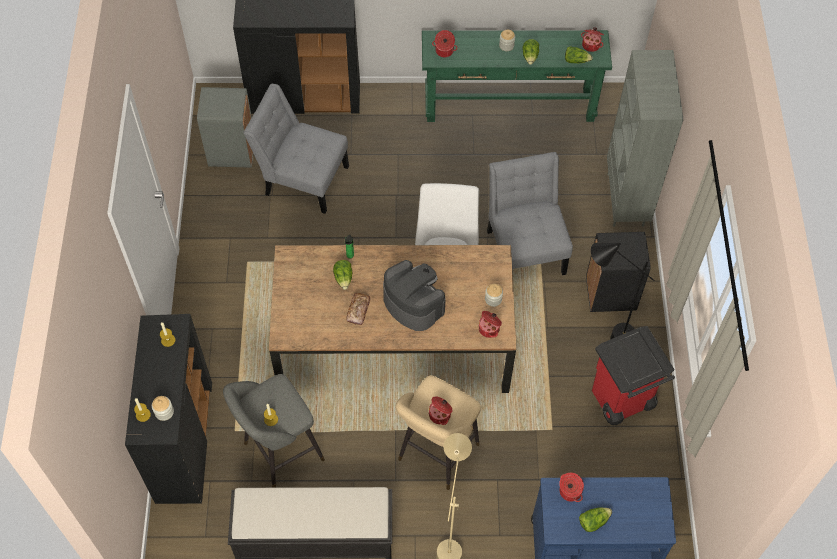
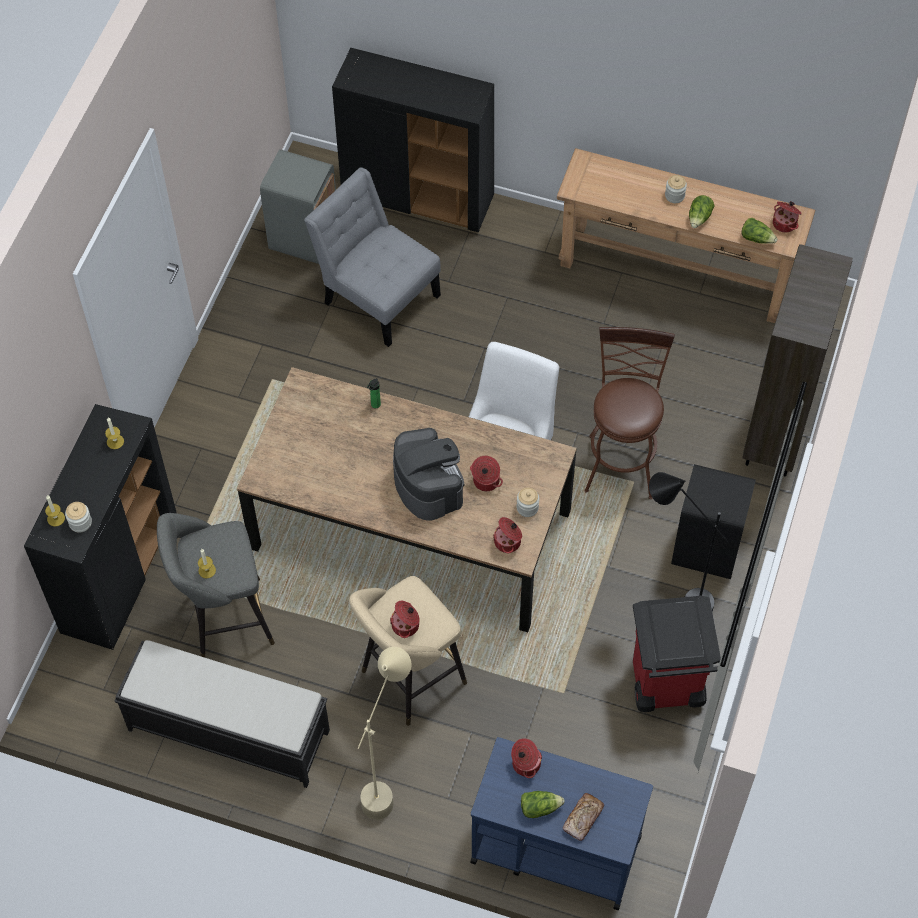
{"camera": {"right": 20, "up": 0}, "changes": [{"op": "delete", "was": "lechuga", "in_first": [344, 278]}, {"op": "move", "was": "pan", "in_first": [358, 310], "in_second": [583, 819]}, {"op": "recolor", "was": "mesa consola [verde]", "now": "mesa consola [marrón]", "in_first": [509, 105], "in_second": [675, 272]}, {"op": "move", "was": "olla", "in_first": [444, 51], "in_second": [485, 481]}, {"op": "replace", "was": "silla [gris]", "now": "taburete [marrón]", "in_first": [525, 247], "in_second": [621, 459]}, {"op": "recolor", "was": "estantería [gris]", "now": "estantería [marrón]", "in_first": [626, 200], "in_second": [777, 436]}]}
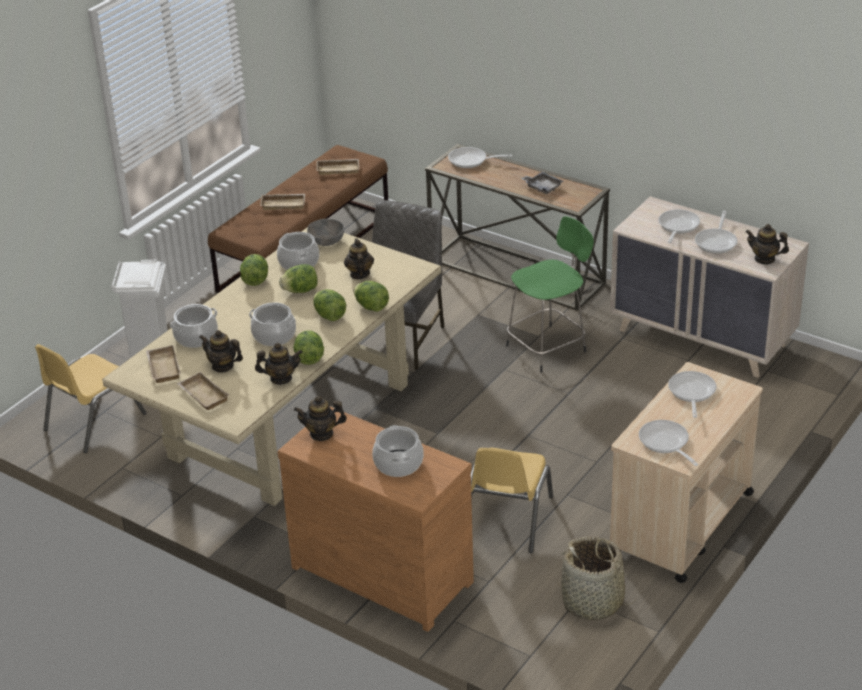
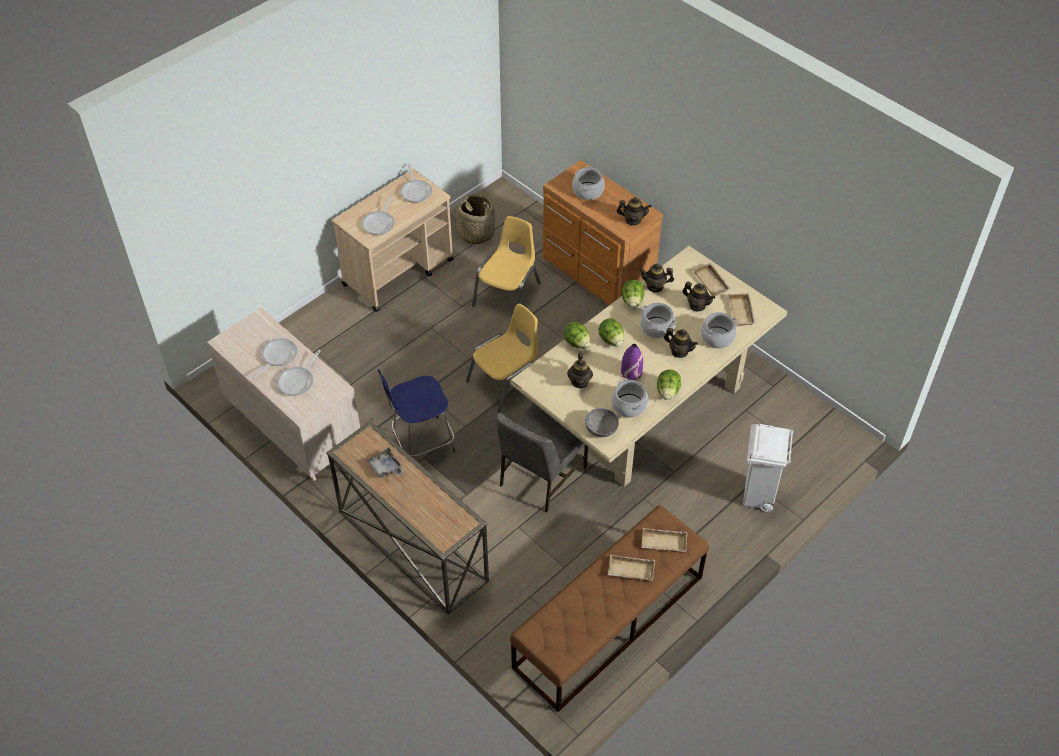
{"camera": {"right": -170, "up": 15}, "changes": [{"op": "move", "was": "silla [amarillo]", "in_first": [93, 422], "in_second": [506, 381]}, {"op": "replace", "was": "lechuga", "now": "florero [morado]", "in_first": [300, 290], "in_second": [631, 372]}, {"op": "move", "was": "bandeja [beis]", "in_first": [338, 169], "in_second": [663, 544]}, {"op": "delete", "was": "sartén", "in_first": [471, 161]}, {"op": "recolor", "was": "taburete [verde]", "now": "taburete [azul]", "in_first": [548, 347], "in_second": [421, 442]}, {"op": "move", "was": "tetera", "in_first": [764, 259], "in_second": [679, 351]}]}
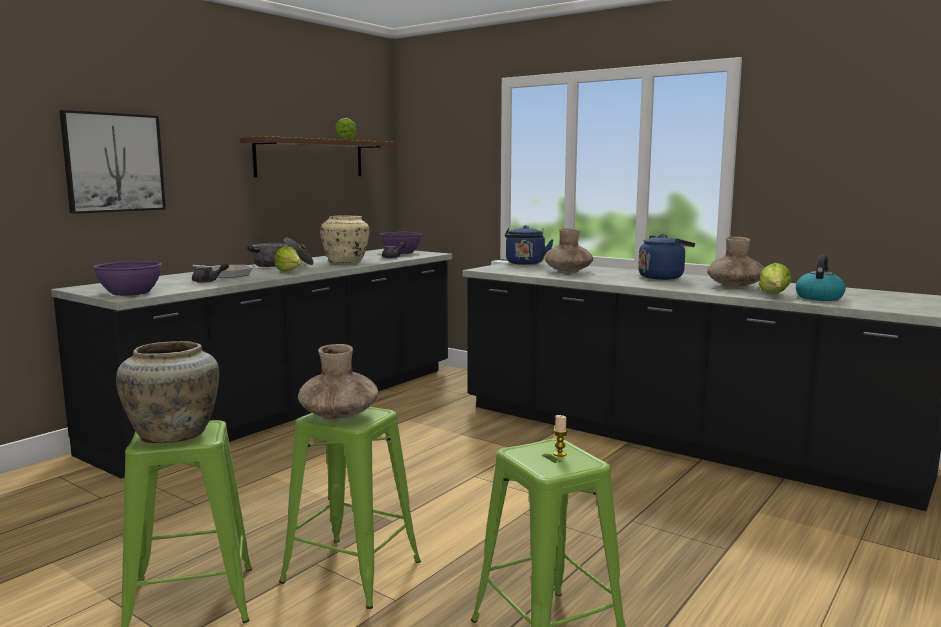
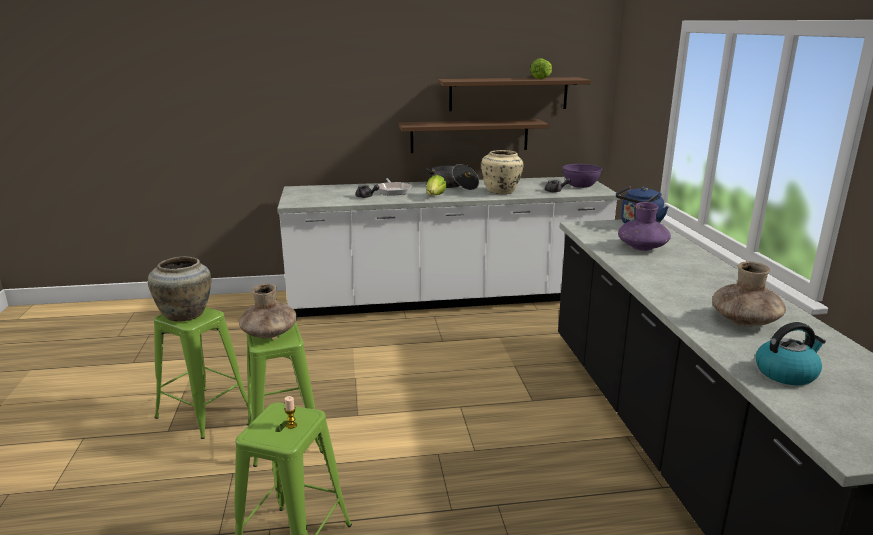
{"camera": {"right": 45, "up": 10}, "changes": [{"op": "recolor", "was": "mueble bajo de cocina [negro]", "now": "mueble bajo de cocina [blanco]", "in_first": [293, 407], "in_second": [447, 298]}, {"op": "delete", "was": "cuadro", "in_first": [114, 162]}, {"op": "delete", "was": "cuenco [morado]", "in_first": [130, 293]}, {"op": "recolor", "was": "florero [marrón]", "now": "florero [morado]", "in_first": [568, 271], "in_second": [642, 247]}, {"op": "delete", "was": "hervidor [azul]", "in_first": [663, 277]}, {"op": "delete", "was": "lechuga", "in_first": [774, 295]}, {"op": "insert", "now": "estante [marrón]", "in_second": [469, 136]}]}
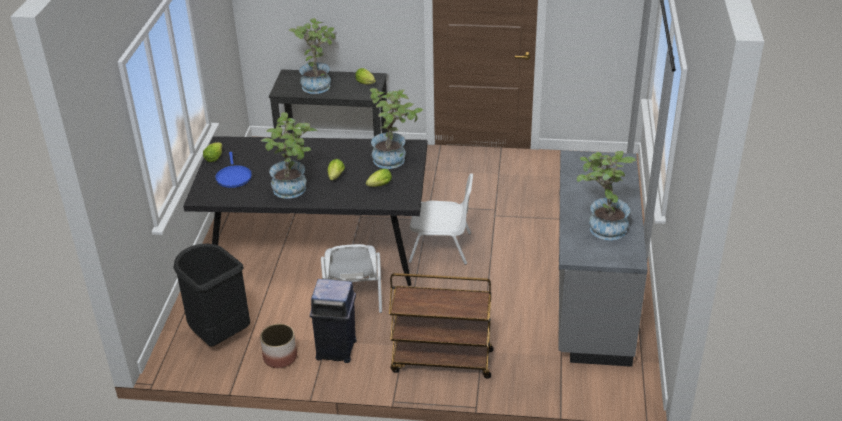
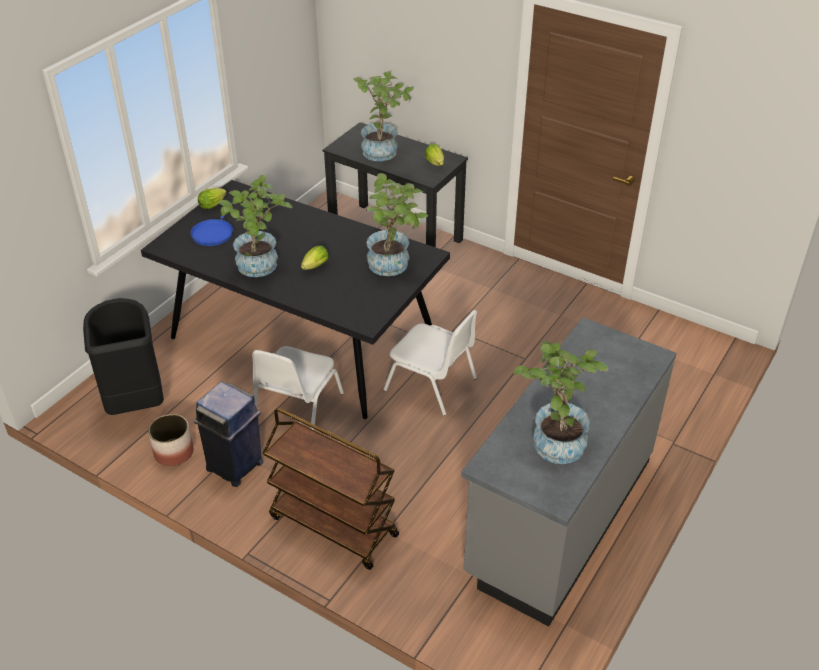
{"camera": {"right": 25, "up": 5}, "changes": [{"op": "delete", "was": "lechuga", "in_first": [378, 186]}]}
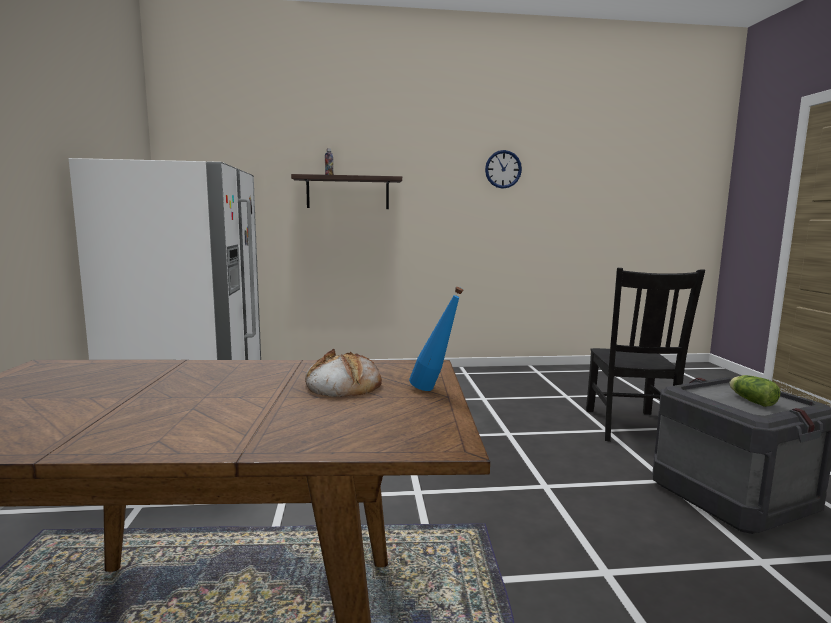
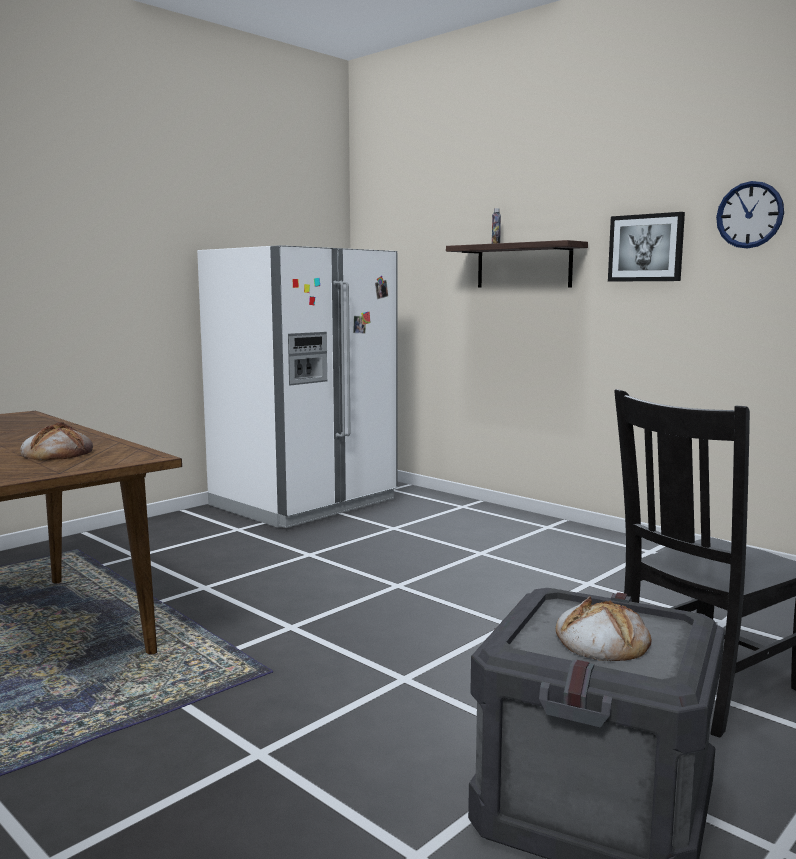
{"camera": {"right": 50, "up": 0}, "changes": [{"op": "delete", "was": "botella [azul]", "in_first": [434, 390]}, {"op": "replace", "was": "lechuga", "now": "pan", "in_first": [750, 400], "in_second": [601, 640]}, {"op": "insert", "now": "cuadro", "in_second": [646, 248]}]}
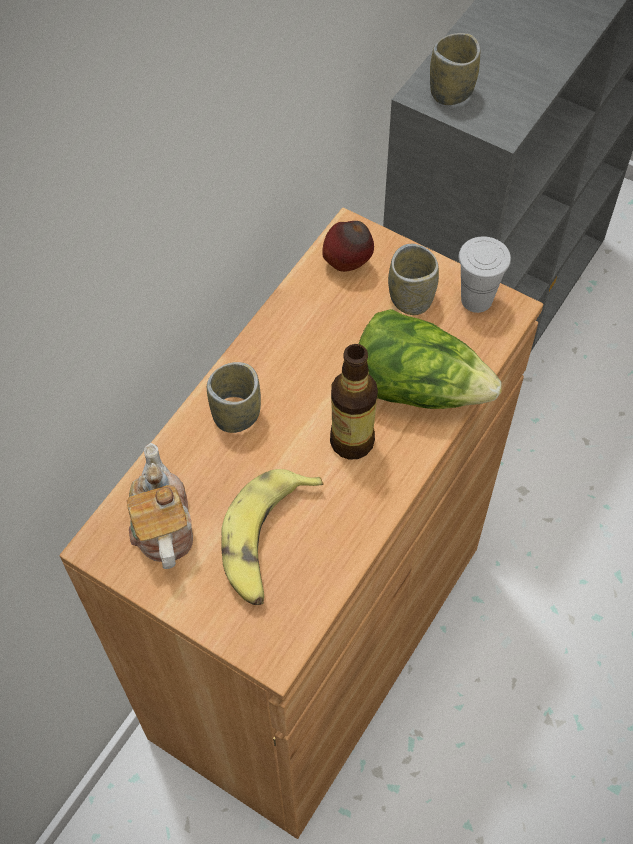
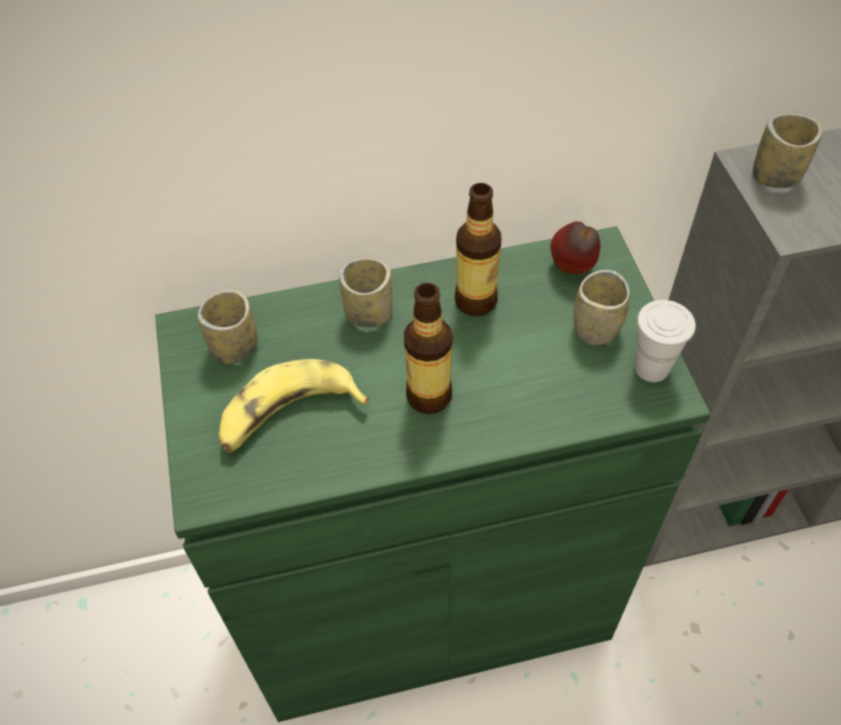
{"camera": {"right": 45, "up": -5}, "changes": [{"op": "recolor", "was": "armario [marrón]", "now": "armario [verde]", "in_first": [319, 640], "in_second": [428, 599]}, {"op": "replace", "was": "tetera", "now": "taza", "in_first": [161, 525], "in_second": [234, 347]}, {"op": "delete", "was": "lechuga", "in_first": [418, 386]}, {"op": "insert", "now": "botella", "in_second": [476, 301]}]}
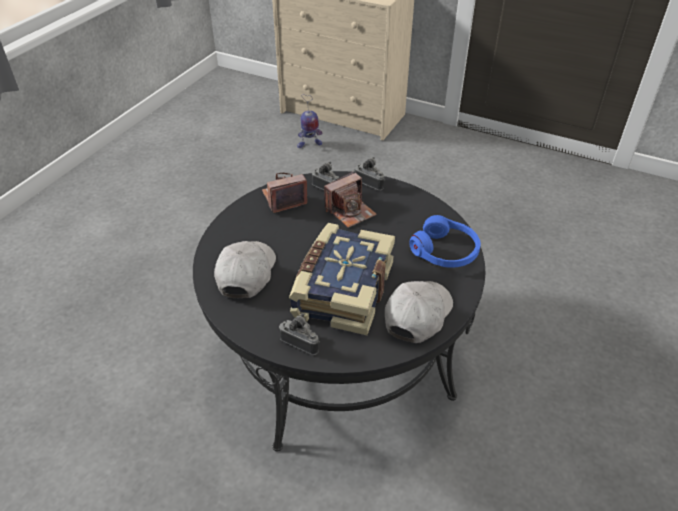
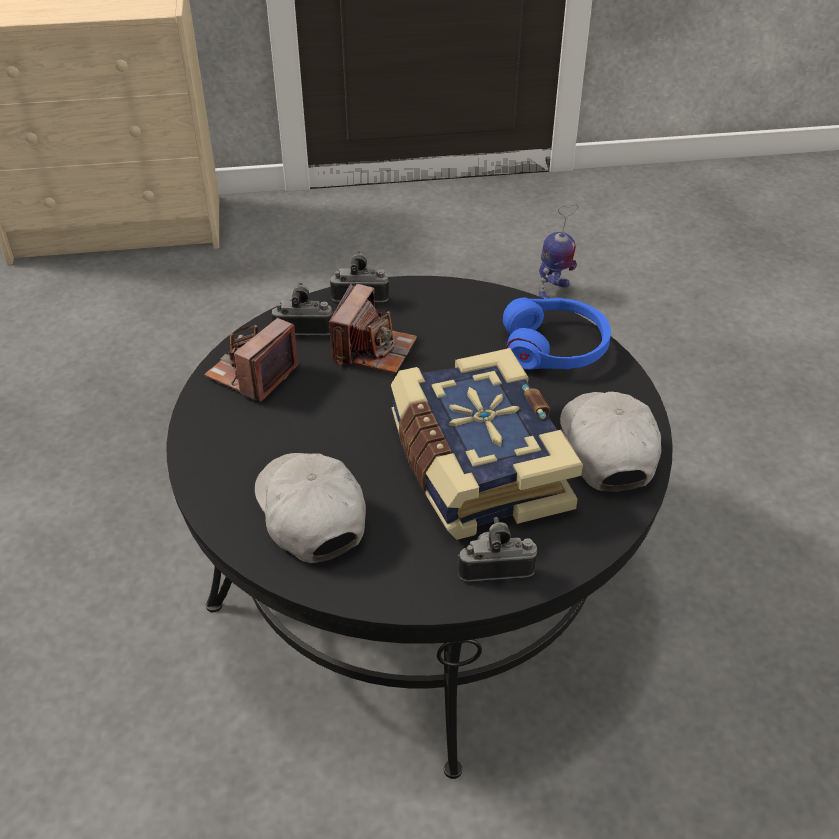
{"camera": {"right": -35, "up": 0}, "changes": [{"op": "move", "was": "robot de juguete", "in_first": [309, 144], "in_second": [552, 292]}]}
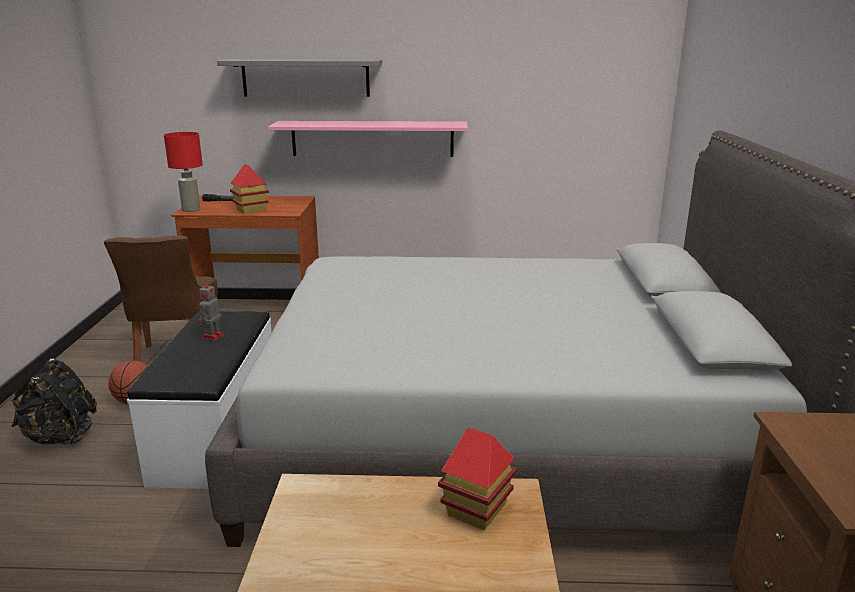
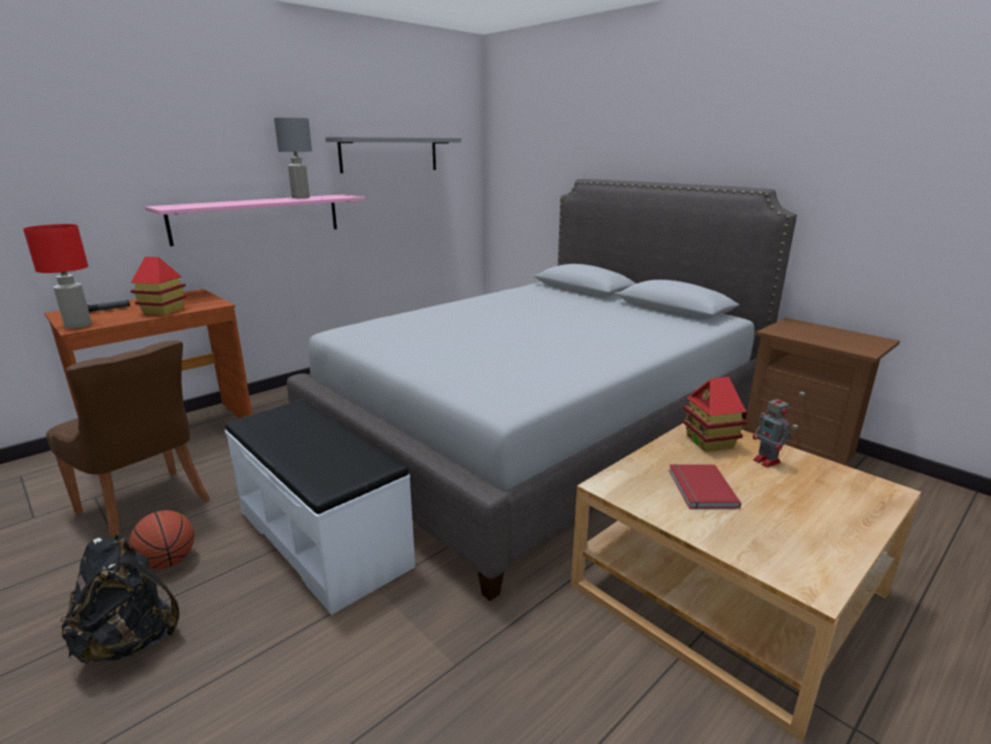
{"camera": {"right": -45, "up": 0}, "changes": [{"op": "move", "was": "robot de juguete", "in_first": [212, 337], "in_second": [768, 462]}, {"op": "move", "was": "estante [gris]", "in_first": [305, 78], "in_second": [389, 154]}, {"op": "insert", "now": "lámpara de mesa [gris]", "in_second": [301, 197]}, {"op": "insert", "now": "libro [rojo]", "in_second": [700, 489]}]}
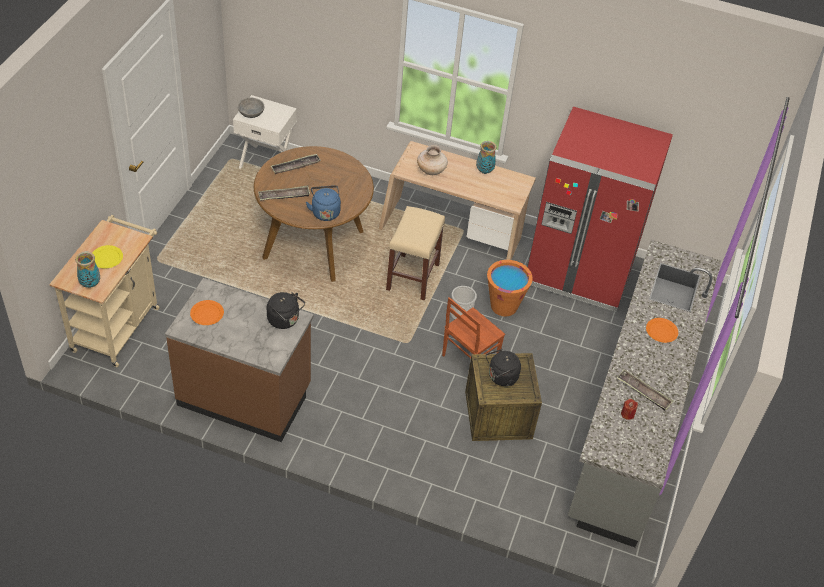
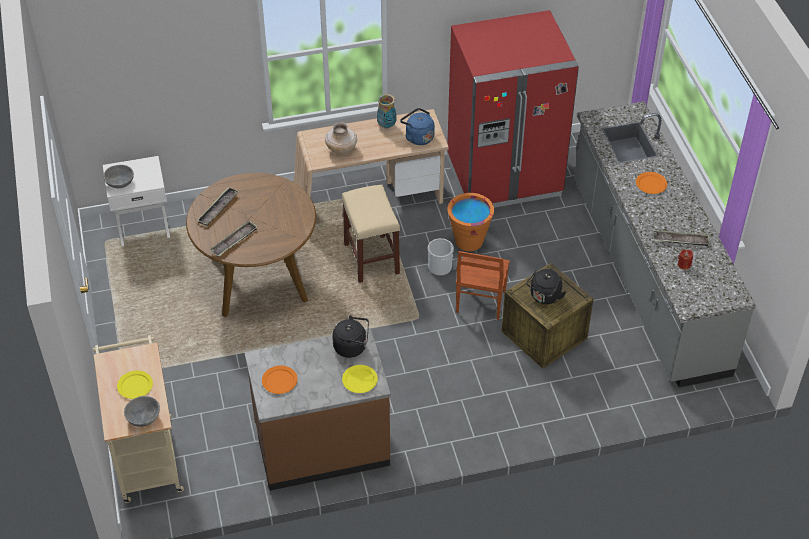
{"camera": {"right": -30, "up": 0}, "changes": [{"op": "replace", "was": "florero", "now": "cuenco [gris]", "in_first": [90, 284], "in_second": [143, 418]}, {"op": "move", "was": "hervidor [azul]", "in_first": [325, 212], "in_second": [418, 137]}, {"op": "insert", "now": "plato [amarillo]", "in_second": [359, 380]}]}
